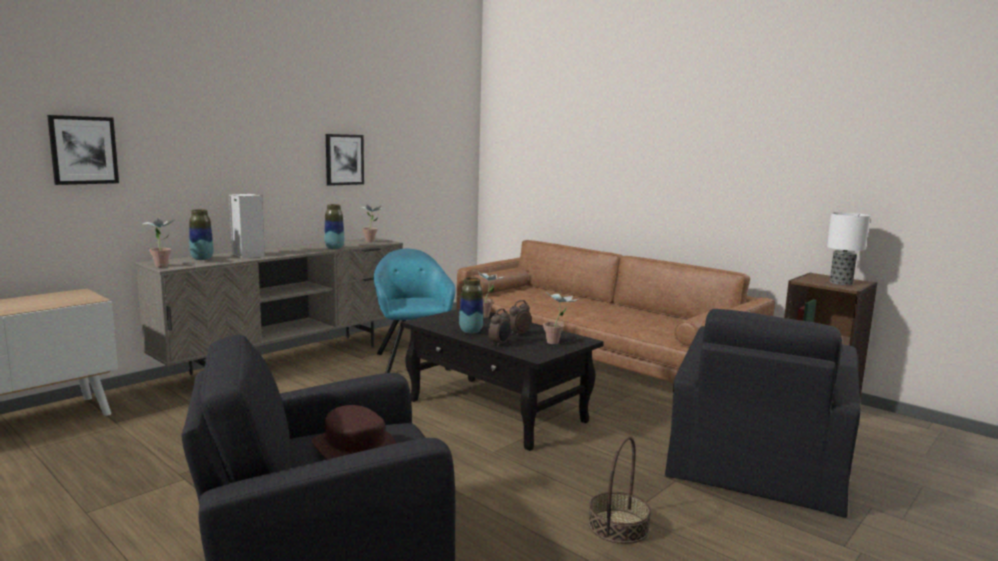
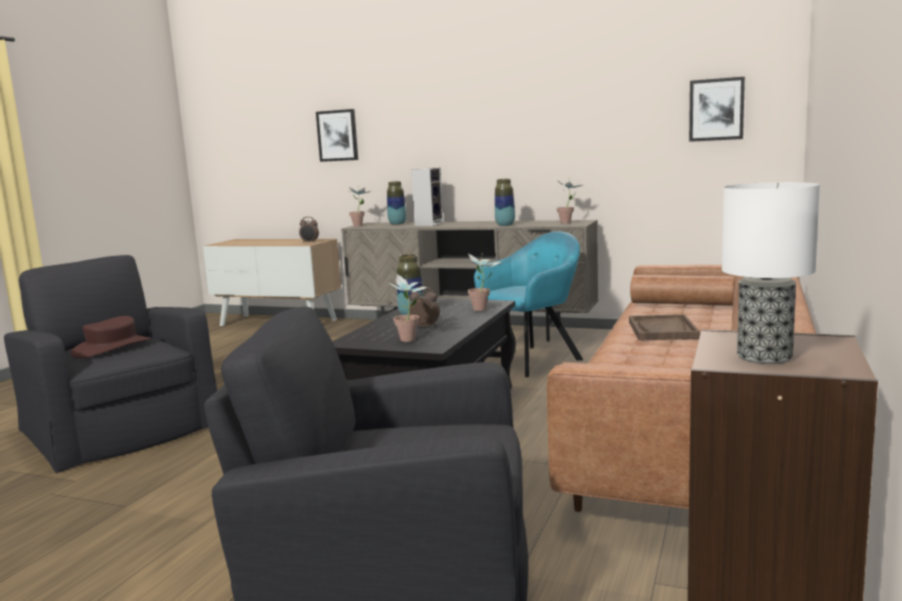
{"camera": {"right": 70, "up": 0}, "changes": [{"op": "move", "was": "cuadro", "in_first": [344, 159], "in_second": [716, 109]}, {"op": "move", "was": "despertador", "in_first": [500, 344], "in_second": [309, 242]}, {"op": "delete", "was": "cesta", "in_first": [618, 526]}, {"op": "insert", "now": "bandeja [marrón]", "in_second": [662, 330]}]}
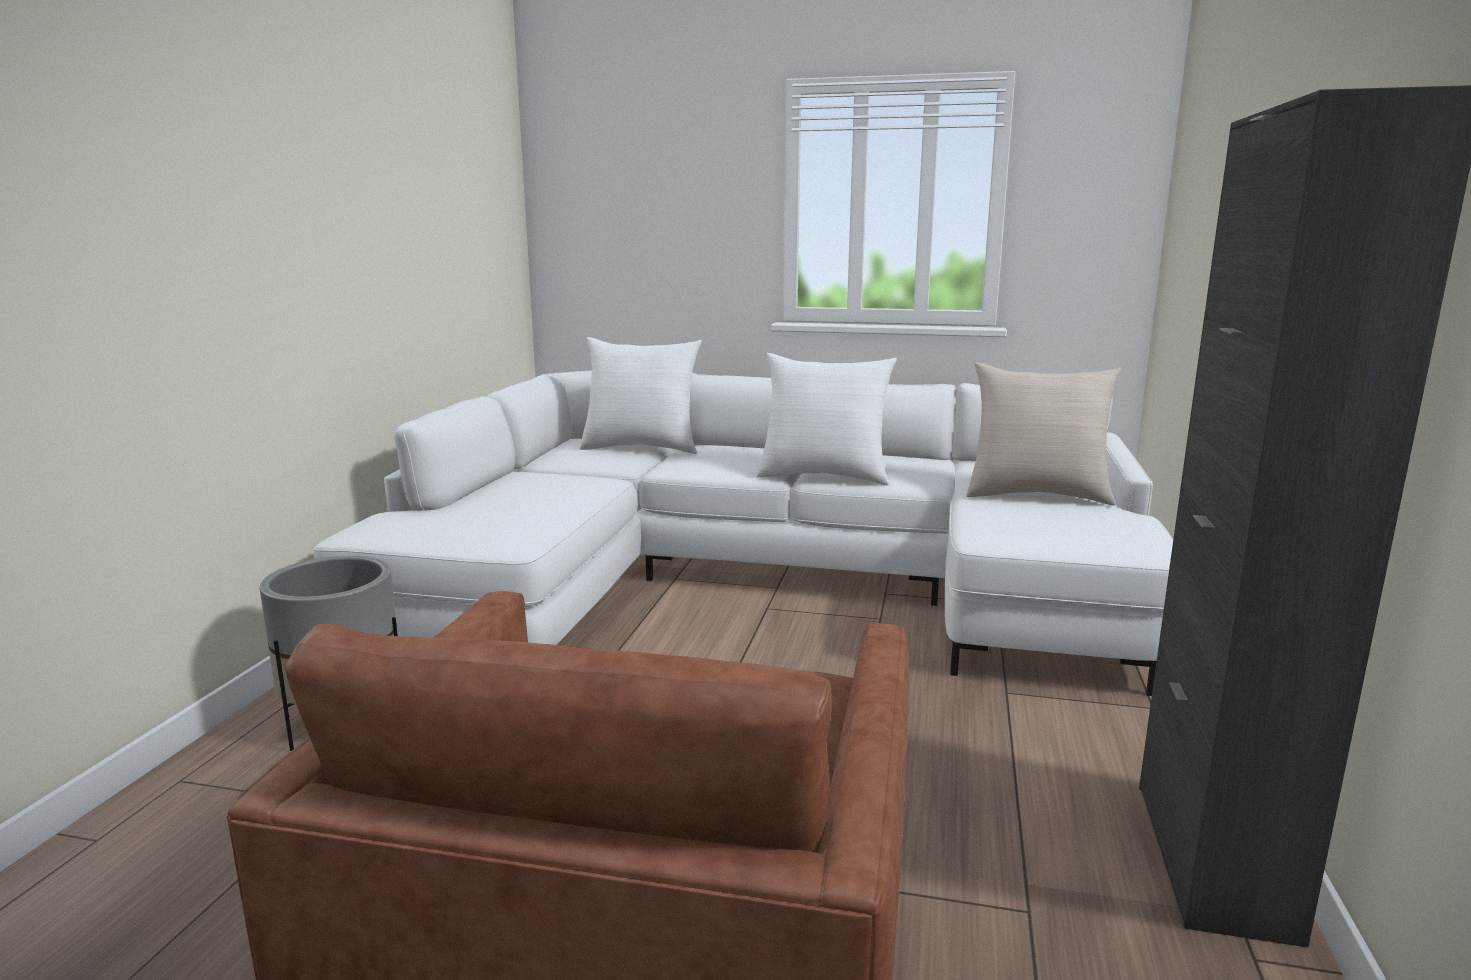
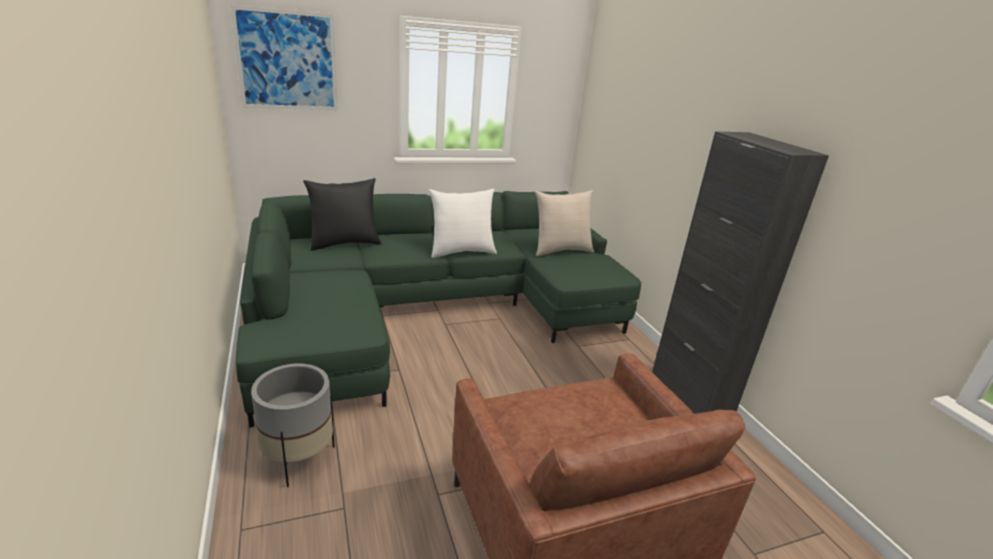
{"camera": {"right": -35, "up": 10}, "changes": [{"op": "recolor", "was": "sofá [blanco]", "now": "sofá [verde]", "in_first": [761, 585], "in_second": [429, 310]}, {"op": "recolor", "was": "cojín [blanco]", "now": "cojín [negro]", "in_first": [641, 448], "in_second": [344, 243]}, {"op": "insert", "now": "cuadro", "in_second": [287, 61]}]}
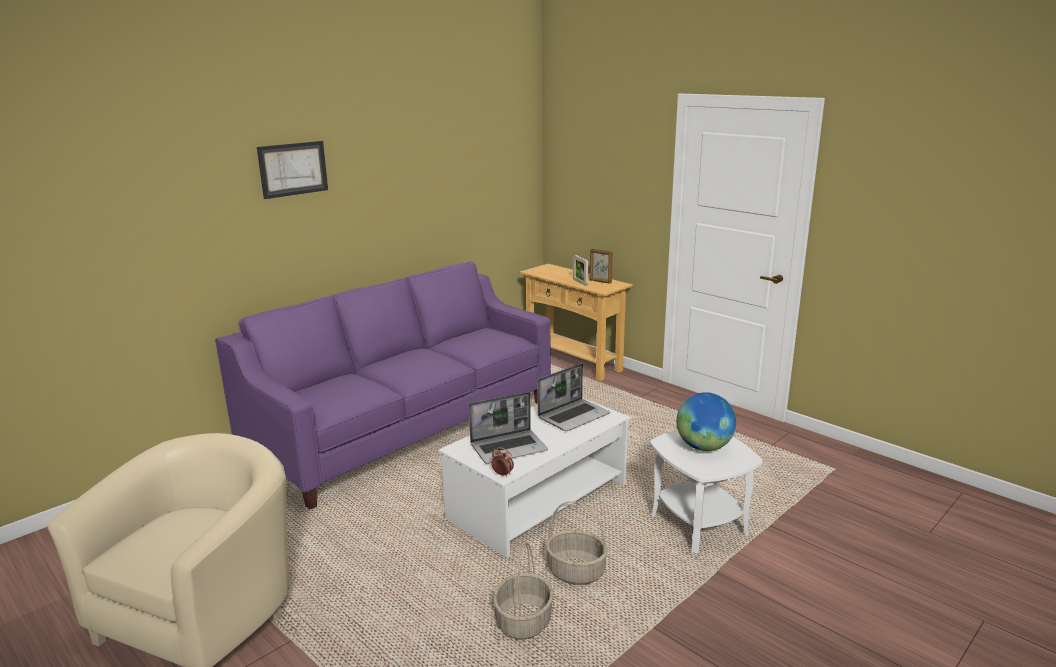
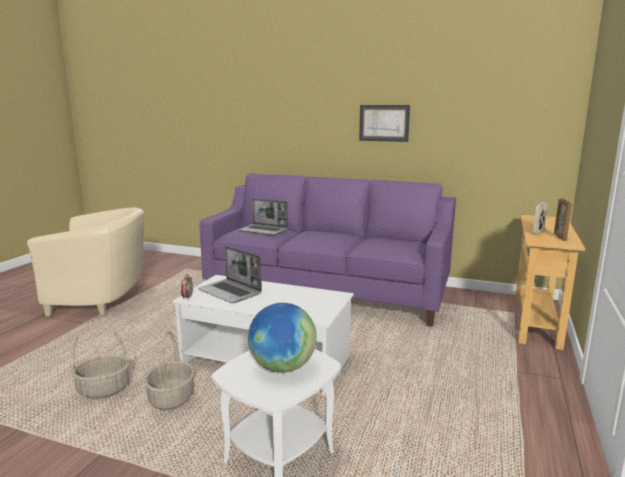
{"camera": {"right": 65, "up": -5}, "changes": [{"op": "move", "was": "cuadro", "in_first": [293, 169], "in_second": [384, 123]}, {"op": "move", "was": "portátil", "in_first": [574, 416], "in_second": [264, 230]}]}
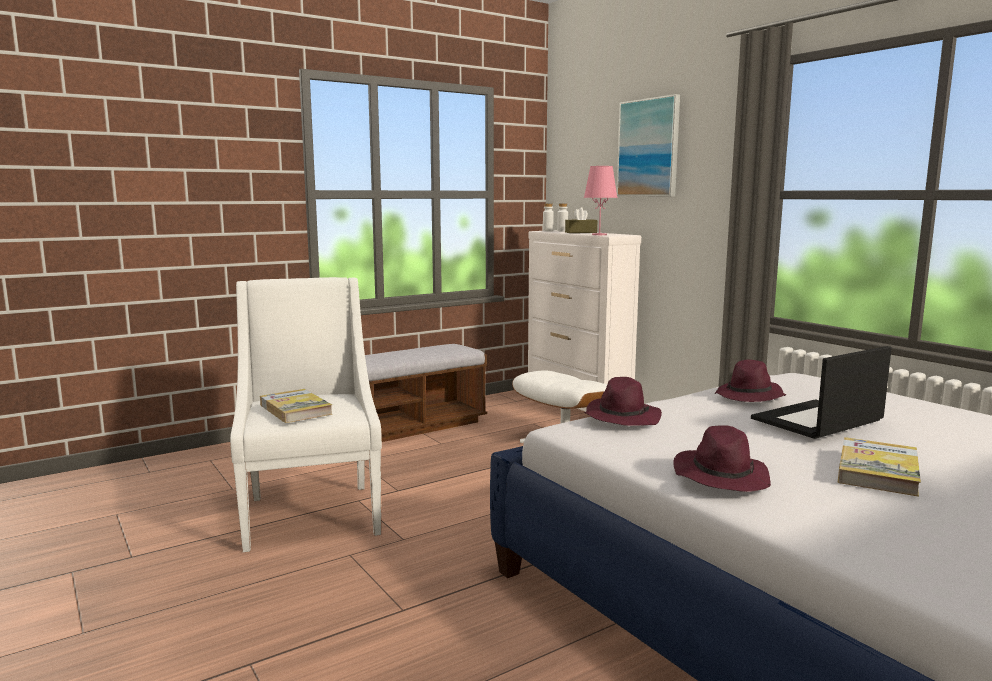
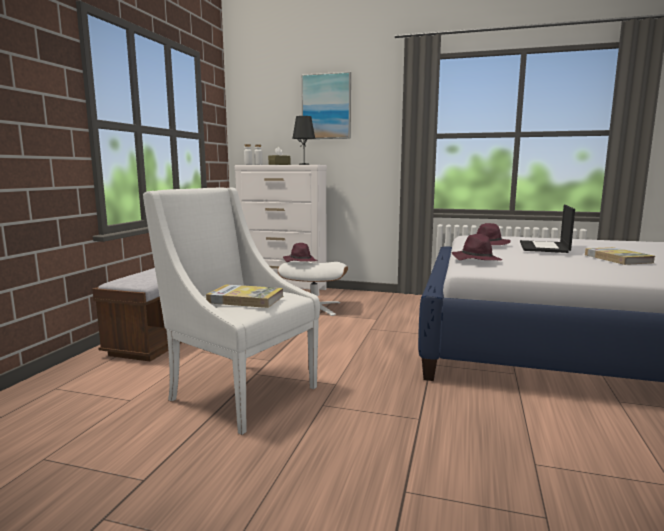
{"camera": {"right": -40, "up": 0}, "changes": [{"op": "recolor", "was": "lámpara de mesa [rosa]", "now": "lámpara de mesa [negro]", "in_first": [599, 234], "in_second": [304, 164]}, {"op": "move", "was": "sombrero [morado]", "in_first": [720, 477], "in_second": [300, 261]}]}
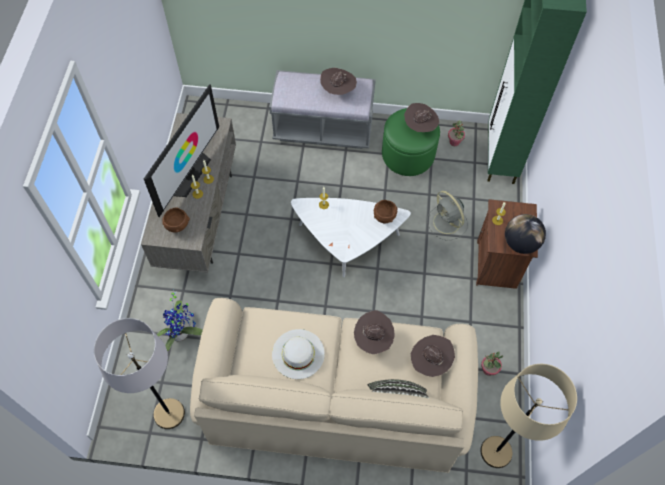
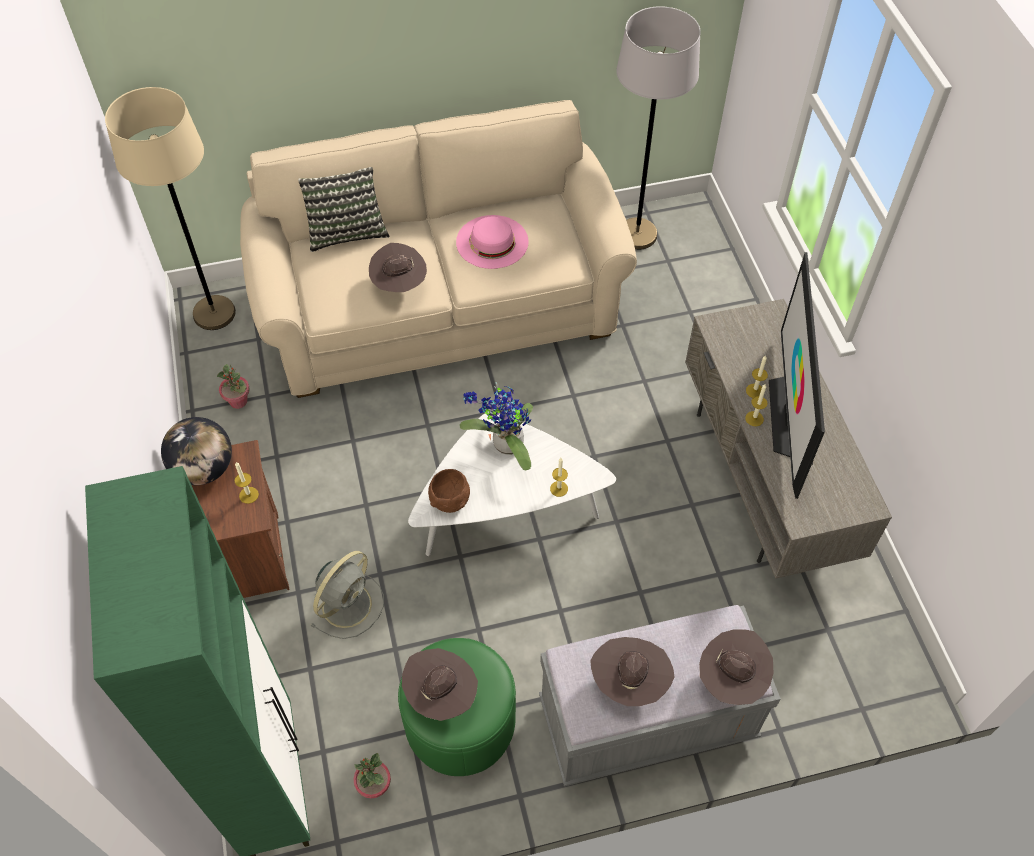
{"camera": {"right": 160, "up": -5}, "changes": [{"op": "move", "was": "planta en maceta", "in_first": [182, 333], "in_second": [504, 445]}, {"op": "delete", "was": "cuenco [marrón]", "in_first": [177, 226]}, {"op": "recolor", "was": "sombrero [blanco]", "now": "sombrero [rosa]", "in_first": [298, 353], "in_second": [492, 242]}, {"op": "move", "was": "sombrero [marrón]", "in_first": [430, 361], "in_second": [732, 679]}, {"op": "rotate", "was": "ventilador [gris]", "in_first": [447, 223], "in_second": [348, 603], "clockwise": 90}]}
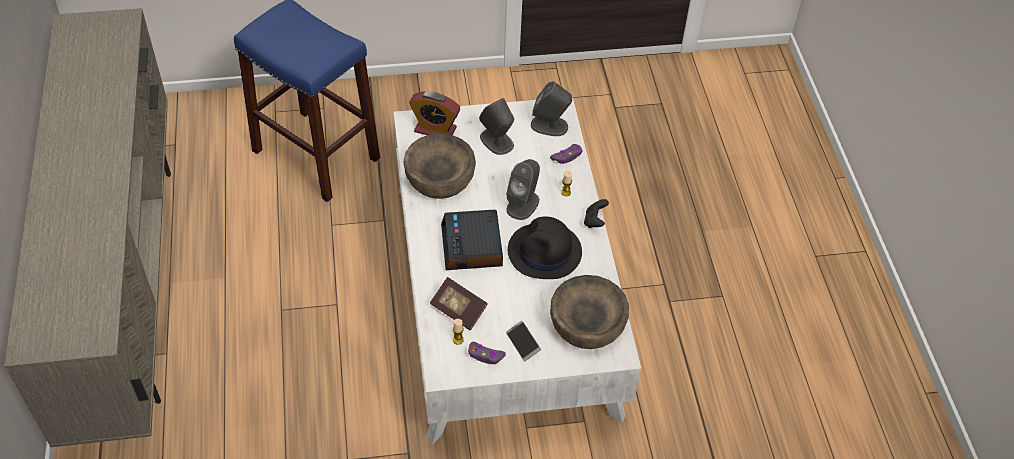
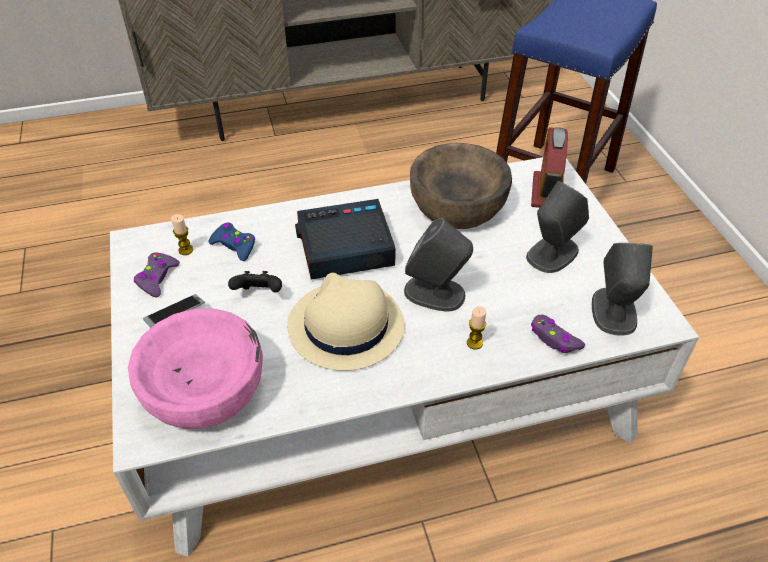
{"camera": {"right": 85, "up": -5}, "changes": [{"op": "replace", "was": "libro", "now": "mando de consola [azul]", "in_first": [458, 310], "in_second": [234, 245]}, {"op": "recolor", "was": "sombrero [negro]", "now": "sombrero [beis]", "in_first": [545, 252], "in_second": [345, 326]}, {"op": "recolor", "was": "cuenco [marrón]", "now": "cuenco [rosa]", "in_first": [587, 325], "in_second": [204, 389]}, {"op": "move", "was": "mando de consola [negro]", "in_first": [594, 221], "in_second": [259, 294]}]}
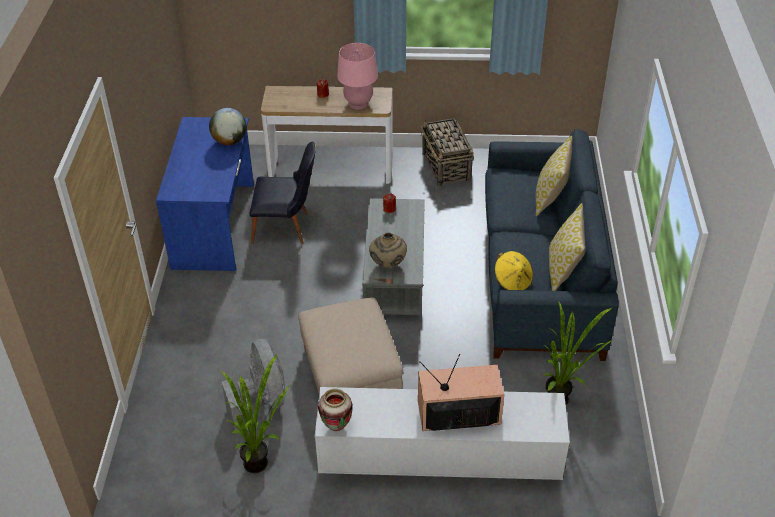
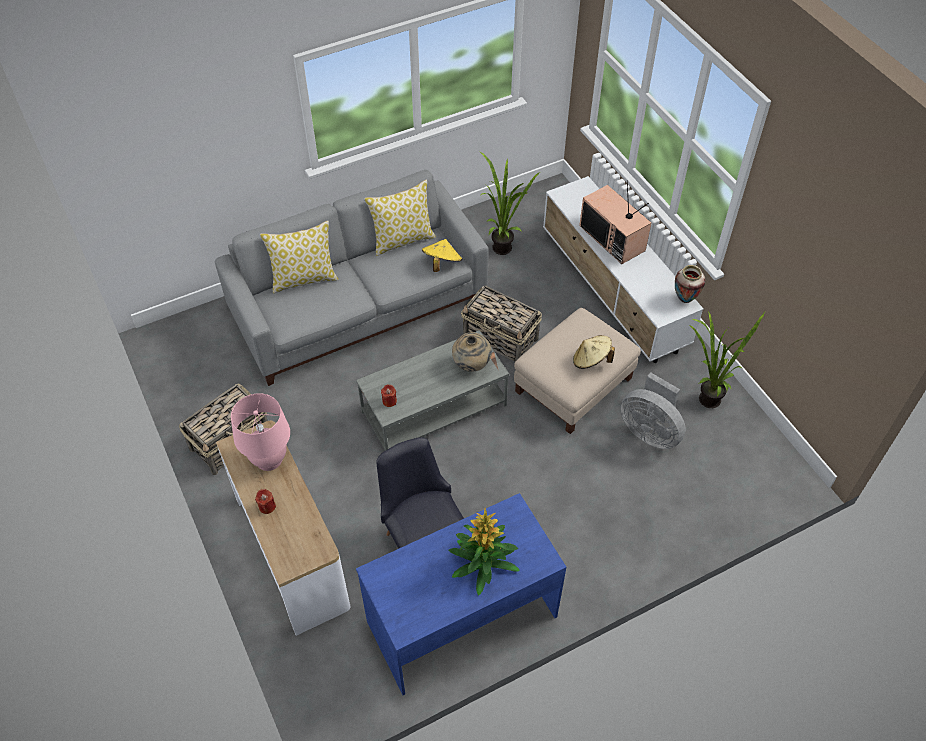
{"camera": {"right": -120, "up": 10}, "changes": [{"op": "delete", "was": "globo terráqueo", "in_first": [230, 141]}, {"op": "rotate", "was": "ventilador [gris]", "in_first": [262, 400], "in_second": [649, 431], "clockwise": -90}, {"op": "recolor", "was": "sofá [azul]", "now": "sofá [gris]", "in_first": [539, 272], "in_second": [360, 306]}, {"op": "insert", "now": "planta en maceta", "in_second": [482, 563]}, {"op": "insert", "now": "cesta", "in_second": [501, 338]}, {"op": "insert", "now": "sombrero [beis]", "in_second": [591, 360]}]}
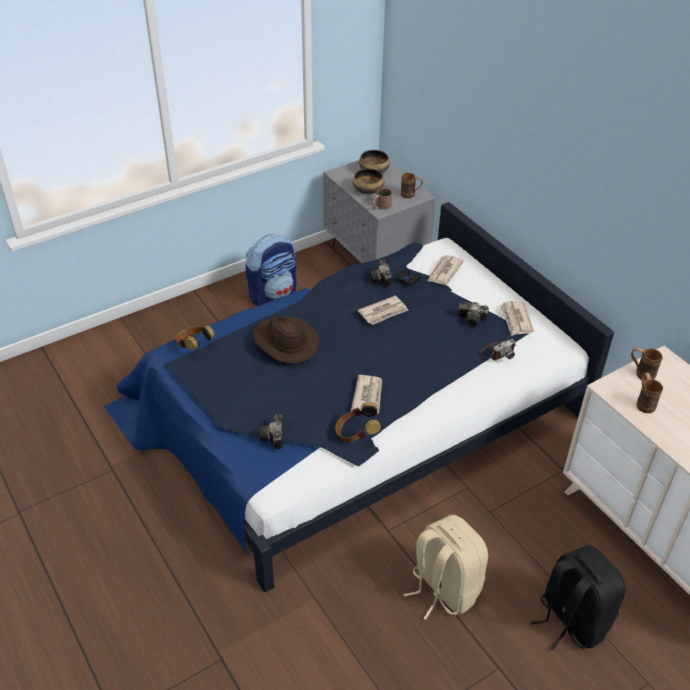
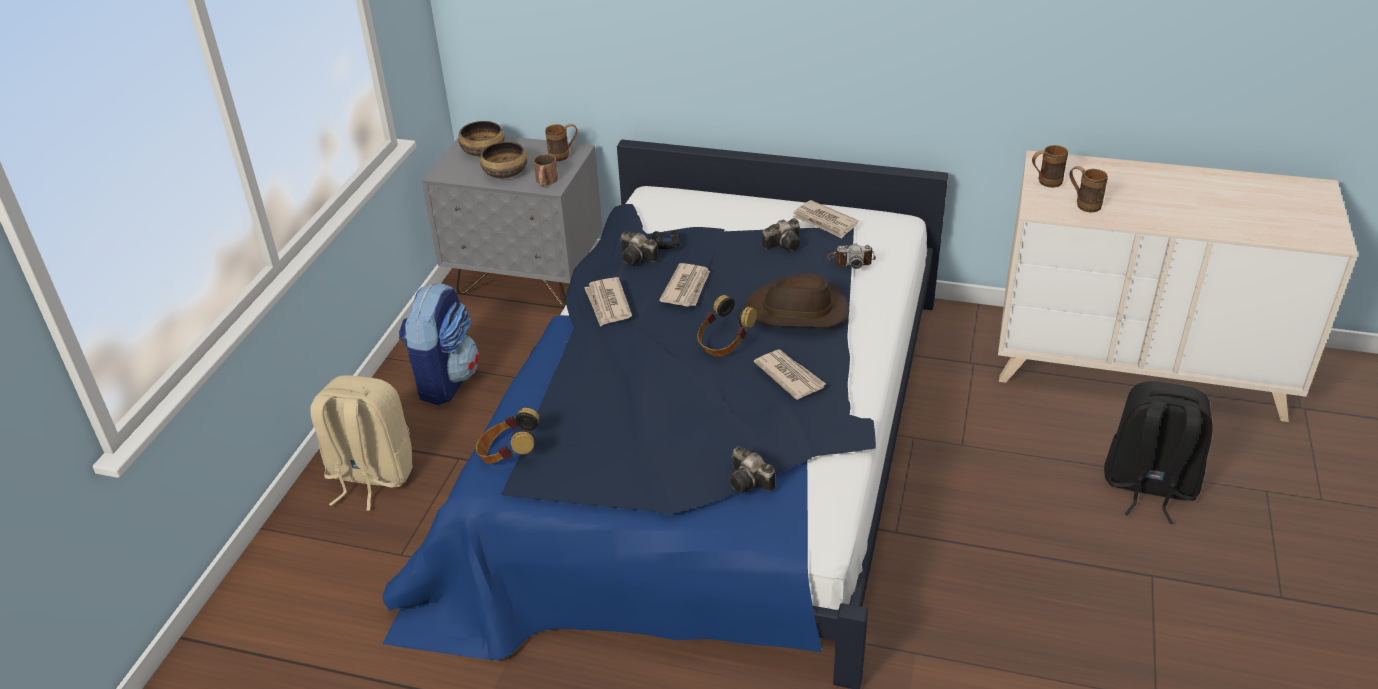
{"camera": {"right": -40, "up": -5}, "changes": [{"op": "move", "was": "sombrero [marrón]", "in_first": [285, 342], "in_second": [797, 311]}, {"op": "move", "was": "auriculares", "in_first": [356, 434], "in_second": [724, 344]}, {"op": "move", "was": "mochila [beis]", "in_first": [443, 588], "in_second": [369, 476]}, {"op": "move", "was": "periódico", "in_first": [444, 272], "in_second": [608, 304]}, {"op": "rotate", "was": "cámara", "in_first": [497, 352], "in_second": [851, 260], "clockwise": 75}]}
